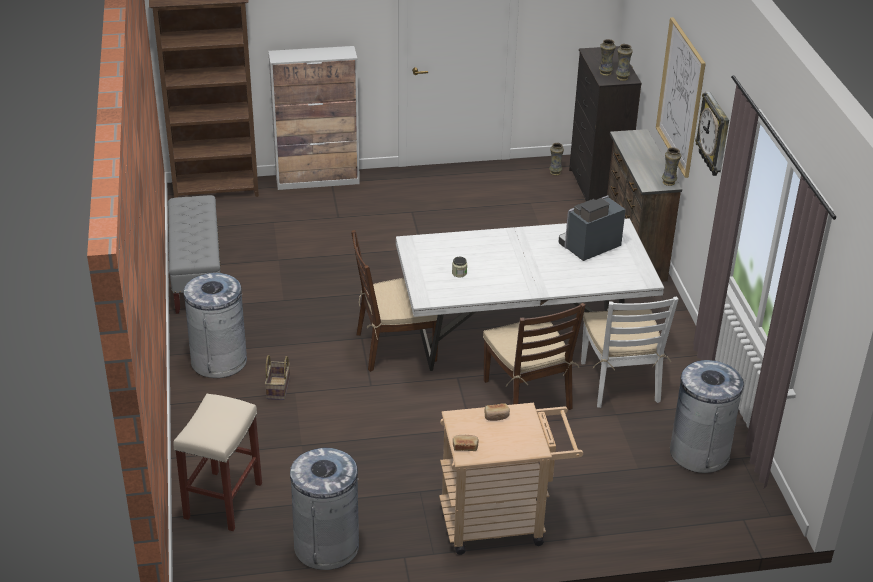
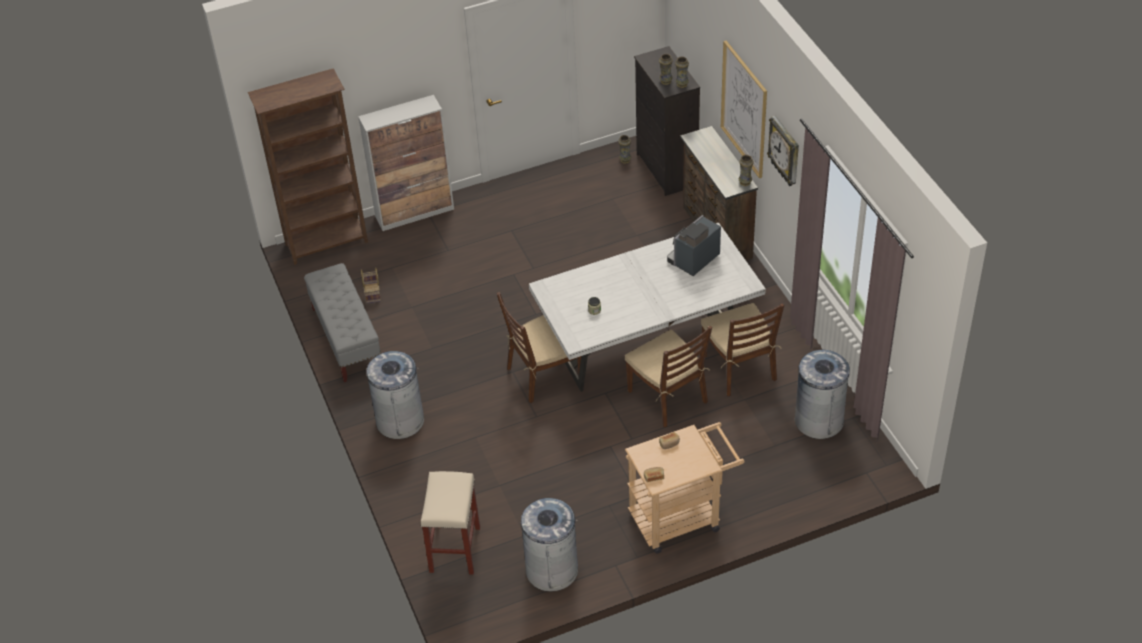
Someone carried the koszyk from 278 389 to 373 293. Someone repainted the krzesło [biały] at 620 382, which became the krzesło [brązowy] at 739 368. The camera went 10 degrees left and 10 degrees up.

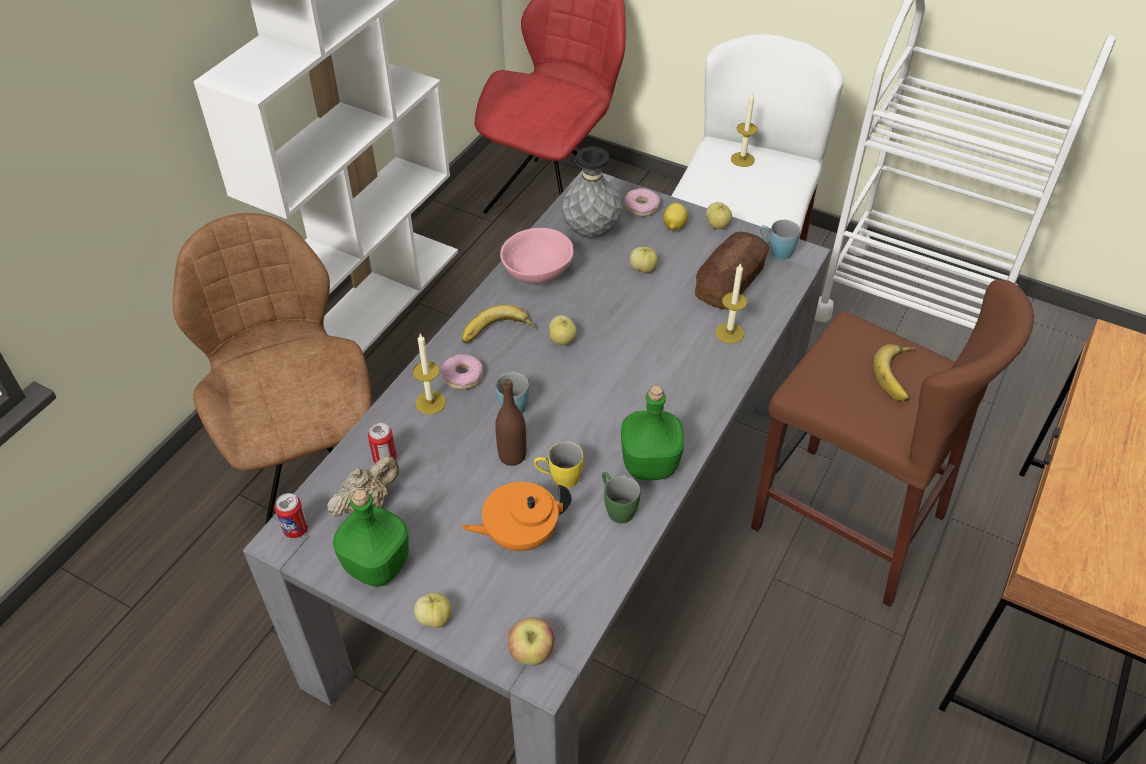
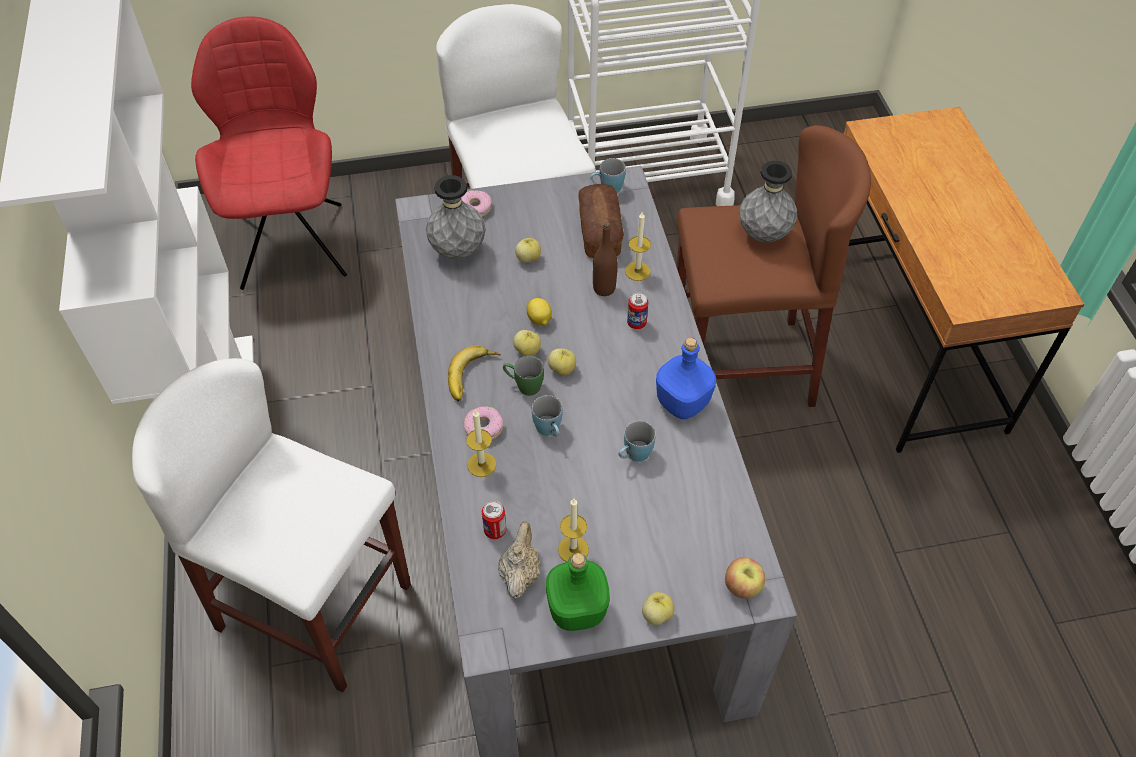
Someone swapped the krzesło [brązowy] at 309 473 for the stołek [biały] at 315 606. Someone carried the kubek [zielony] from 616 507 to 523 385. Someone carried the cytryna from 674 226 to 539 320. Someone carried the jabłko from 717 225 to 562 369. Someone carried the świeca from 742 159 to 573 549. Someone carried the butelka [brązowy] from 512 456 to 604 288. Someone repainted the kubek [żółty] at 559 478, which became the kubek [niebieski] at 634 456. Someone carried the puszka from 296 529 to 636 323. Someone repainted the butelka [zielony] at 651 464, which became the butelka [niebieski] at 683 402. Someone swapped the banan at 900 376 for the wazon [szary] at 764 234. Someone took away the imbryk [pomarańczowy] at 520 534. Someone took away the miska [różowy] at 539 272. The camera went 40 degrees left and 5 degrees up.

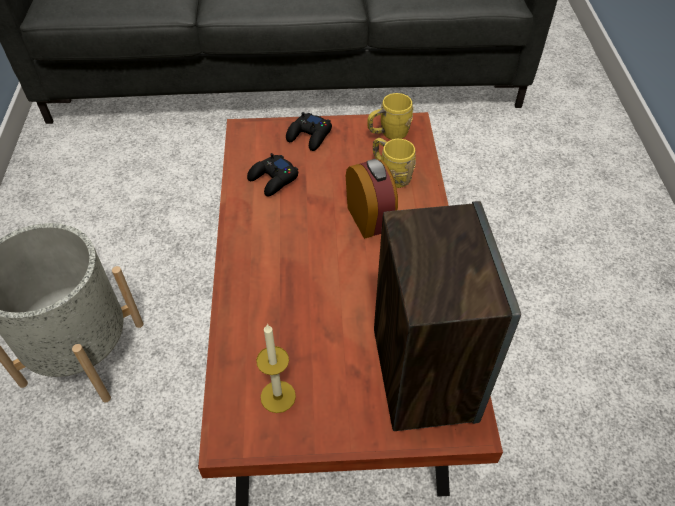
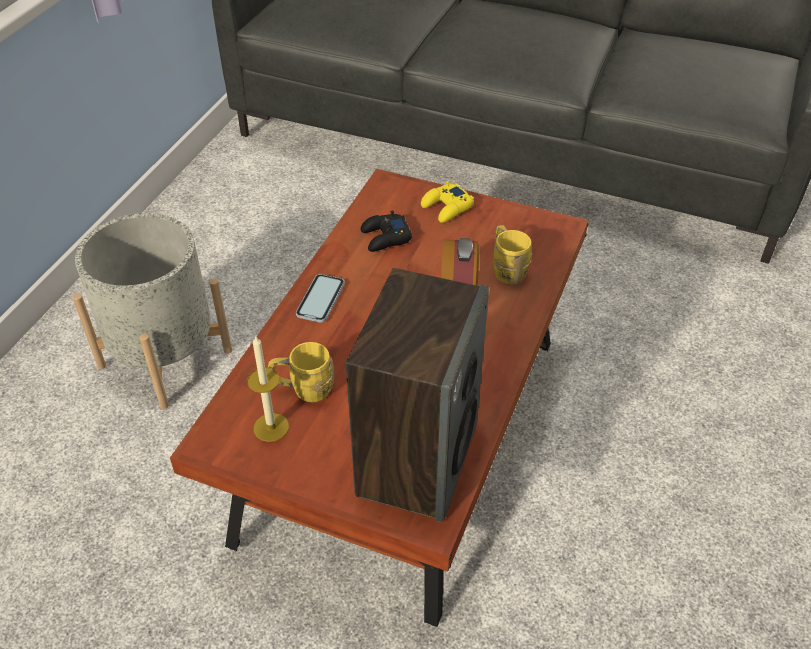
Someone carried the kubek [żółty] from 388 133 to 303 389. Someone put down the telefon at 320 299. Someone repainted the pad do gier [czarny] at 309 136, which became the pad do gier [żółty] at 447 208. The camera went 25 degrees right and 5 degrees down.

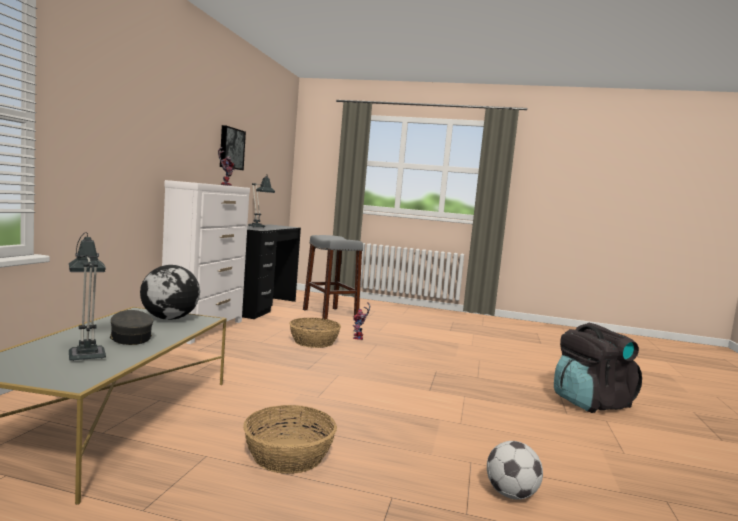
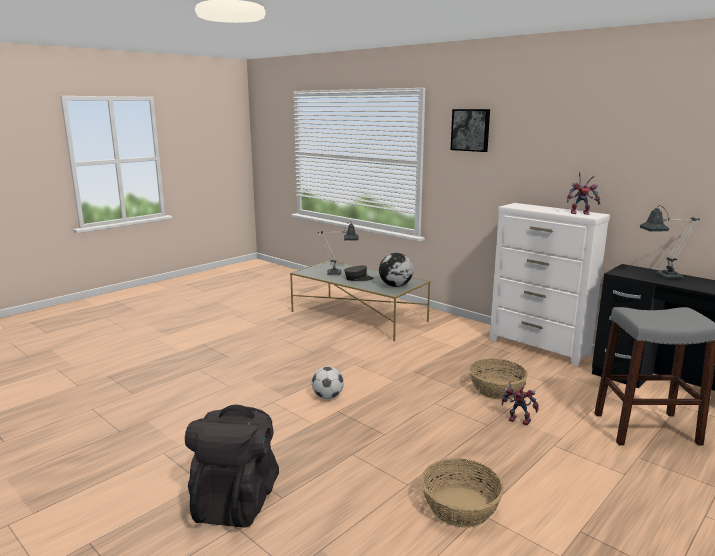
Someone carried the piłka futbolowa from 511 494 to 328 397. Someone carried the koszyk from 287 455 to 460 506. Someone carried the obraz from 230 148 to 471 130. The camera went 120 degrees right and 10 degrees up.

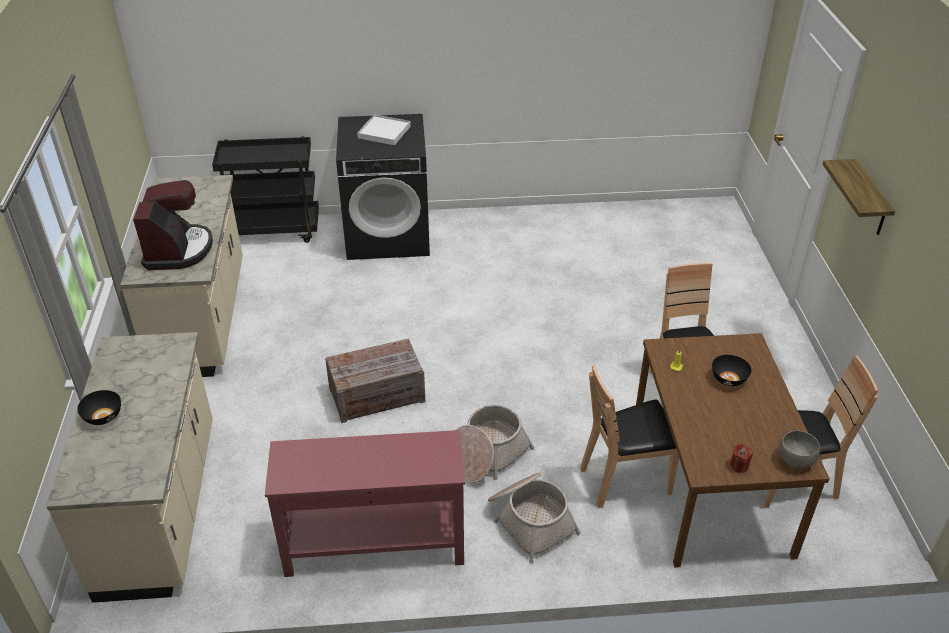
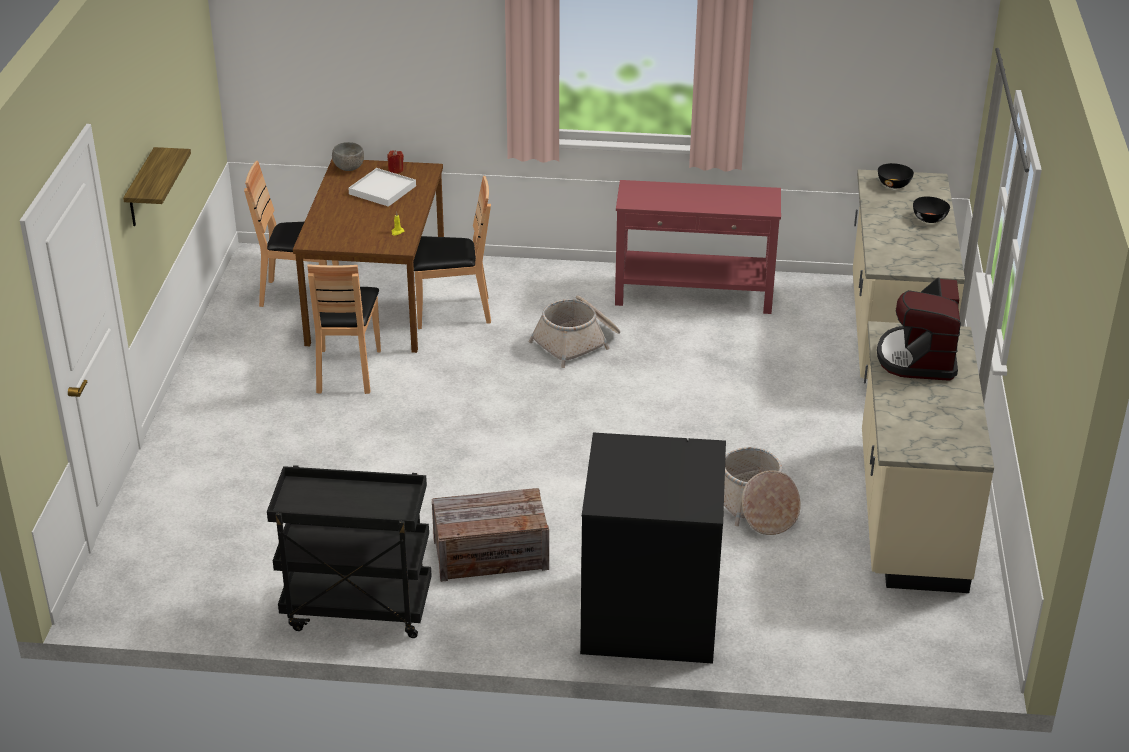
Someone carried the wózek [czarny] from 276 231 to 356 610. Someone carried the taca [biały] from 384 132 to 382 190. Someone carried the skrzynka from 377 395 to 490 554. Someone carried the koszyk from 530 520 to 754 506. Someone carried the miska [czarny] from 728 379 to 894 184. The camera went 170 degrees left and 5 degrees down.

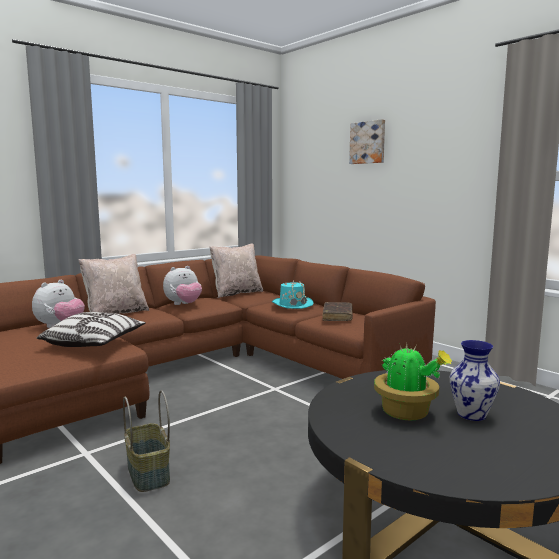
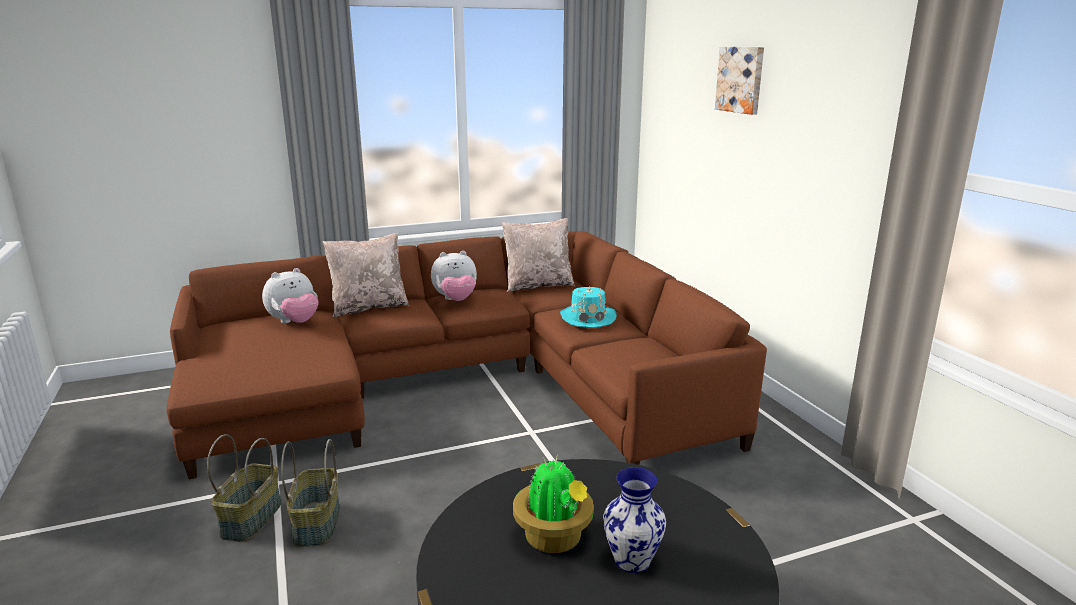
Someone put down the koszyk at 250 518. Someone took away the poduszka at 94 344. Someone took away the książka [brązowy] at 337 316. The camera went 20 degrees right and 10 degrees up.

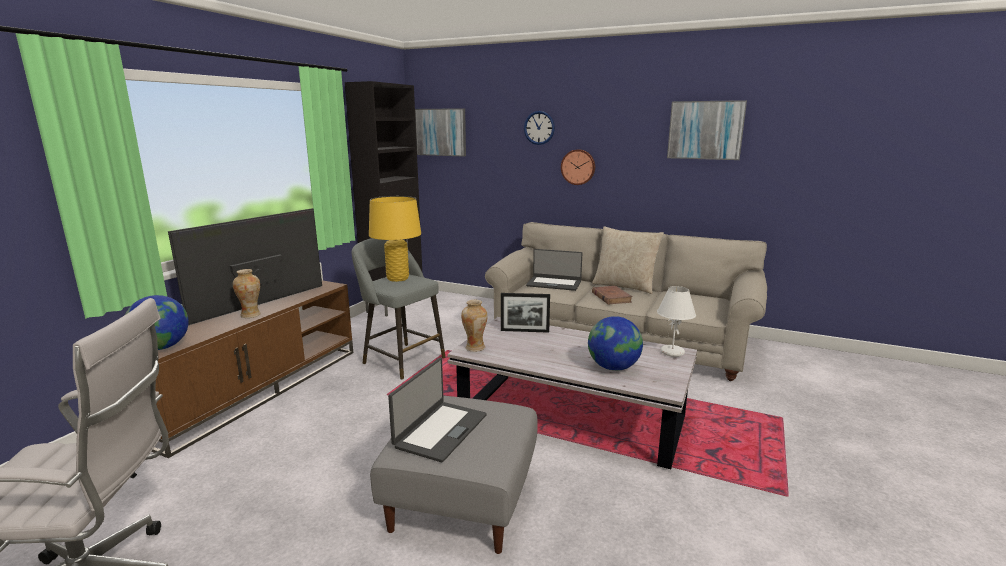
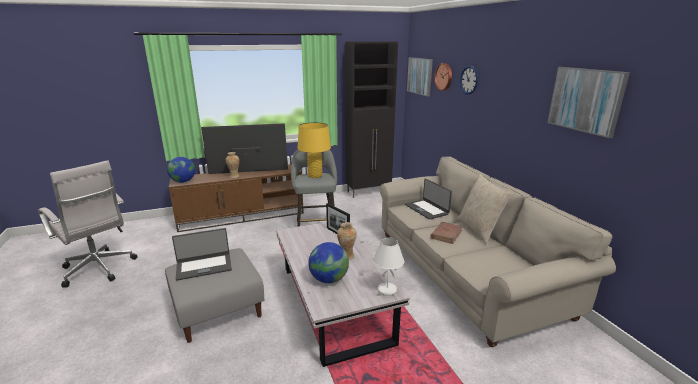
Someone carried the wazon from 475 348 to 346 256. Someone carried the zegar ścienny from 578 167 to 444 76. The camera went 45 degrees right and 5 degrees up.

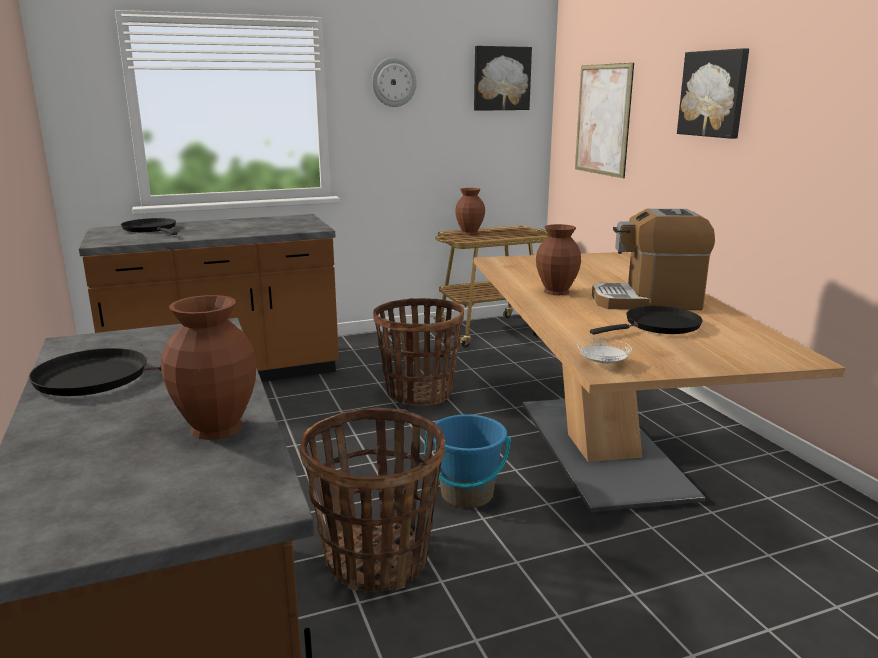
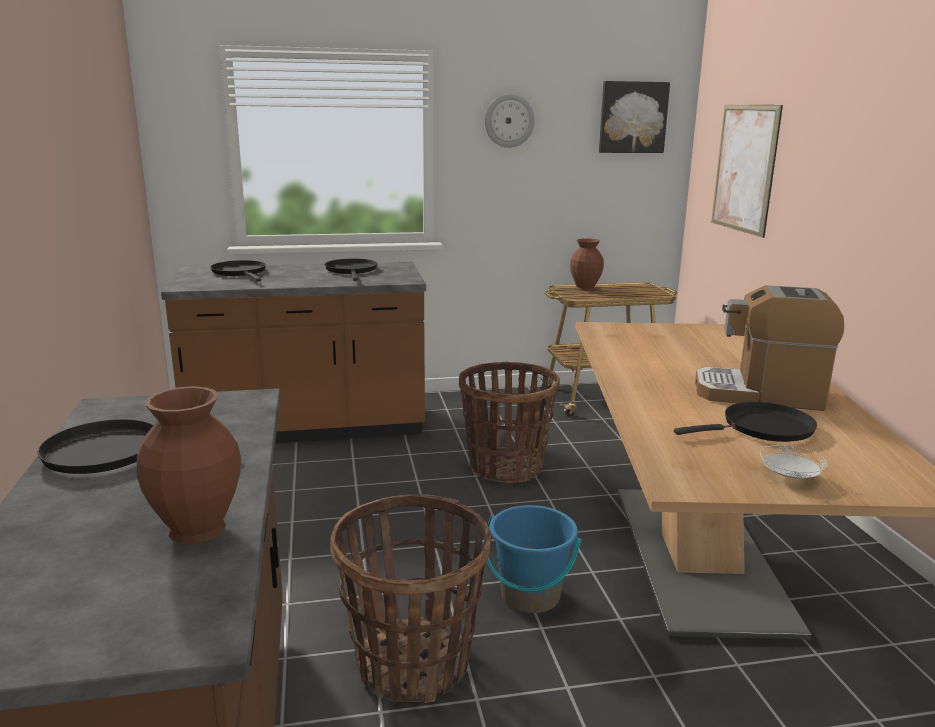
Someone put down the patelnia [czarny] at 352 270. Someone carried the talerz [biały] from 602 363 to 789 477. Someone took away the wazon [brązowy] at 556 291. Someone took away the obraz at 714 94. The camera went 10 degrees right and 0 degrees up.

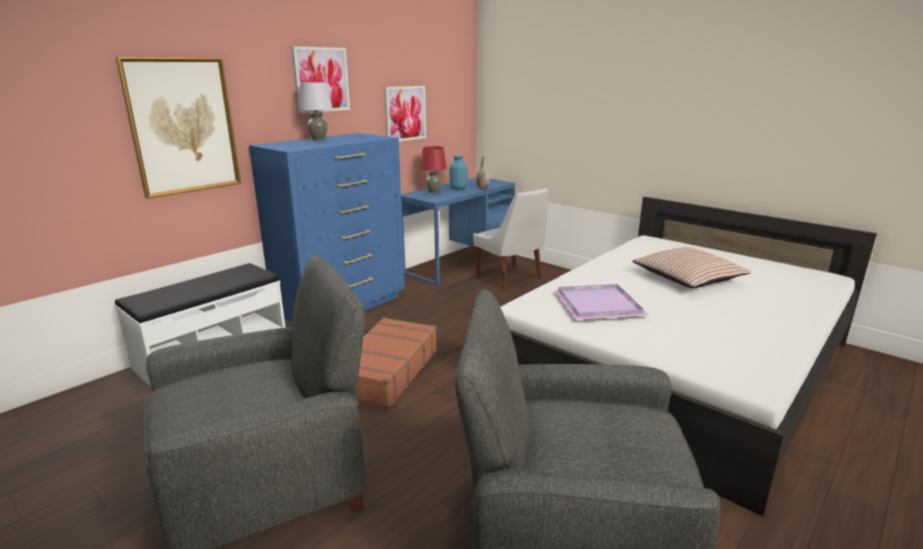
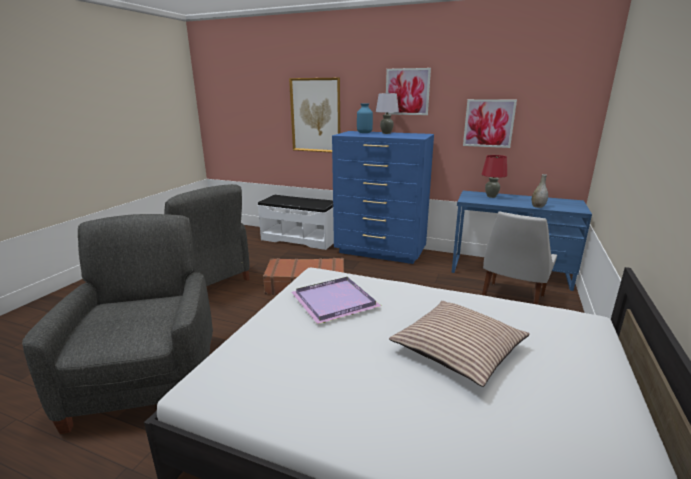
Someone carried the wazon [niebieski] from 458 188 to 364 132. The camera went 70 degrees right and 0 degrees up.

